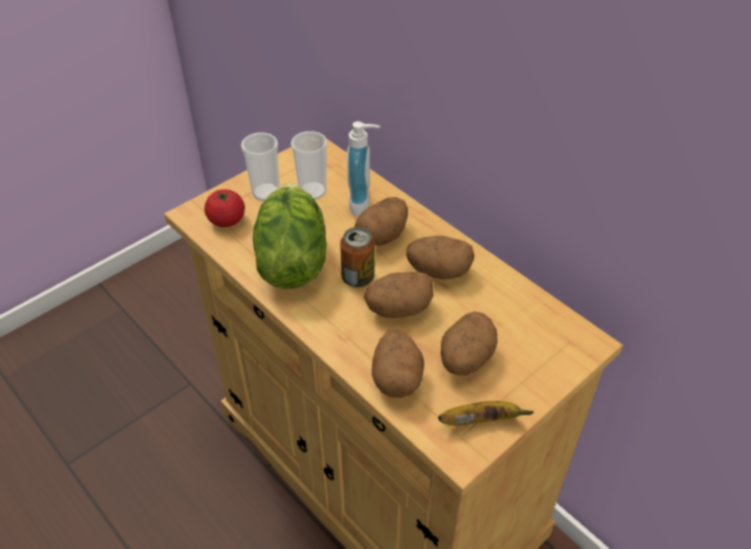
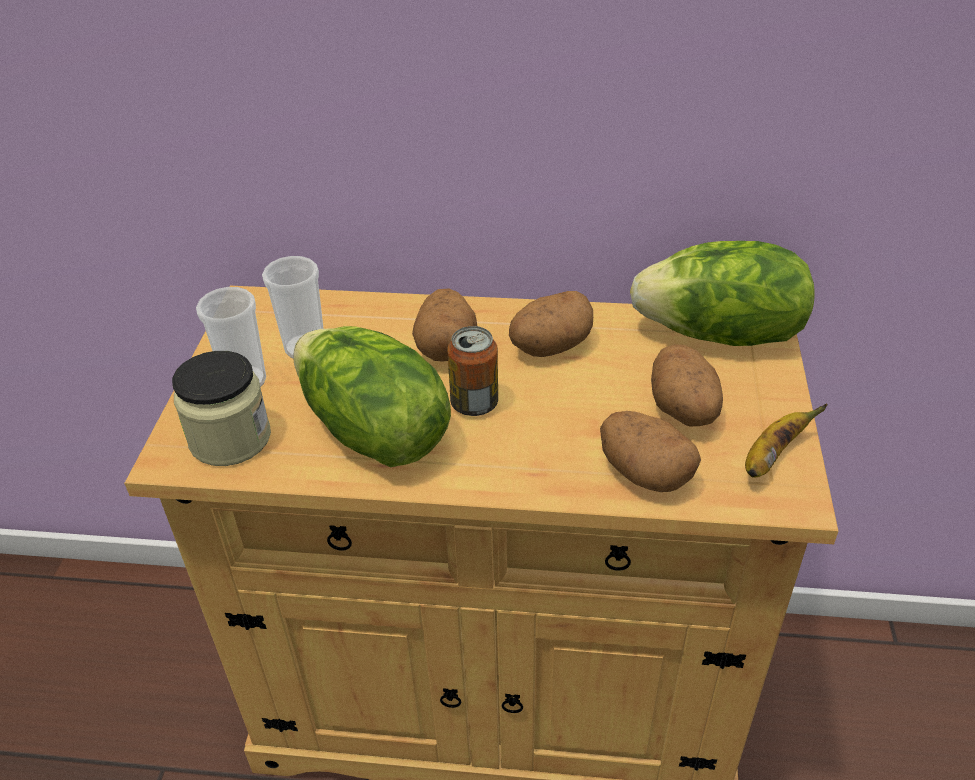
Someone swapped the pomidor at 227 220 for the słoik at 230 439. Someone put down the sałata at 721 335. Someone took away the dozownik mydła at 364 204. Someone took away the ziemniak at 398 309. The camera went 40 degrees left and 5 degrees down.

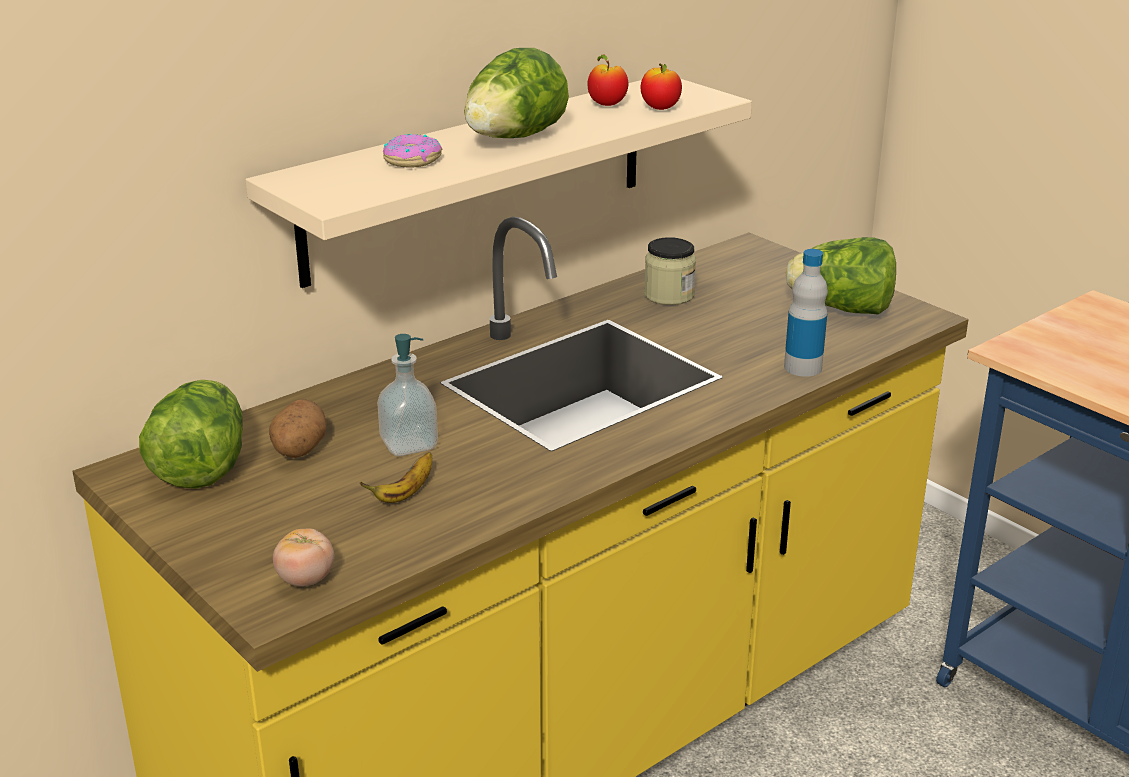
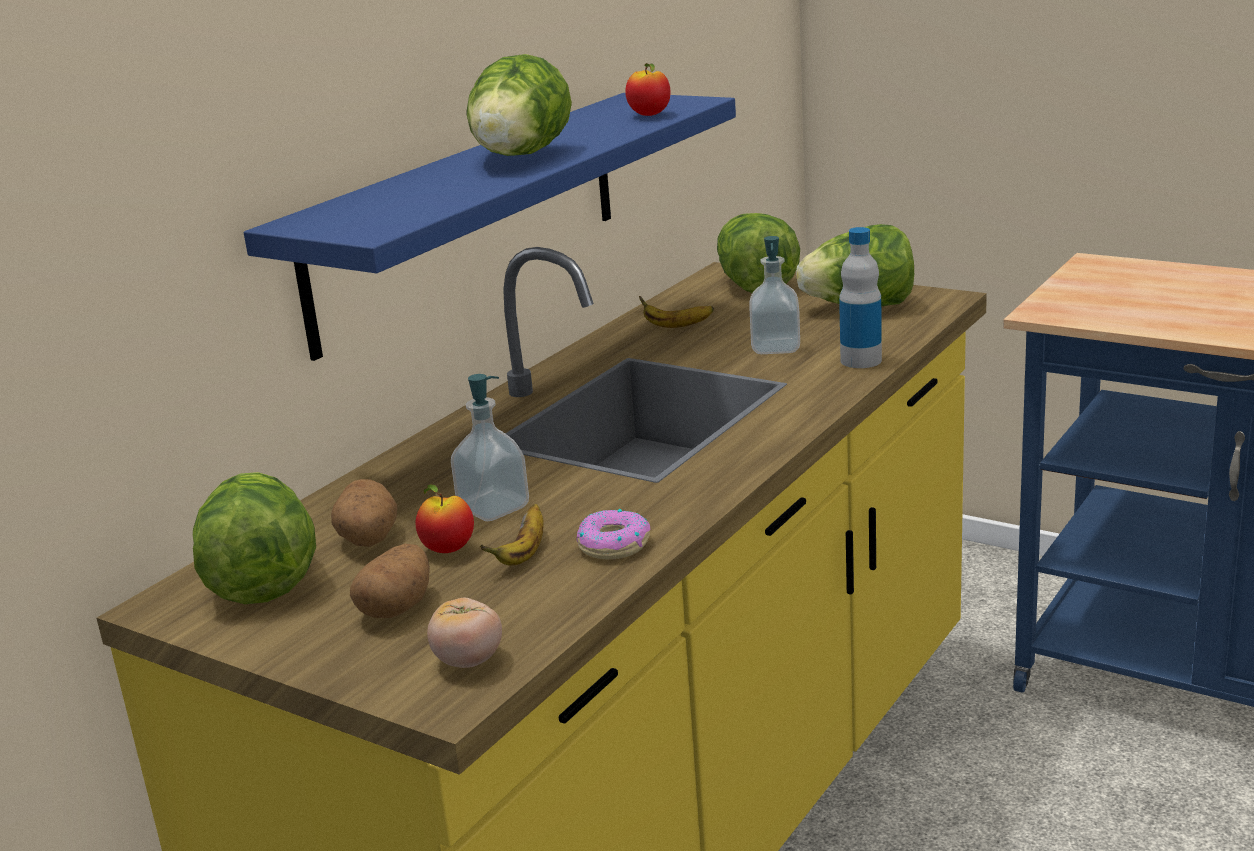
Someone repainted the półka [beżowy] at 478 177, which became the półka [niebieski] at 469 217. Someone put down the ziemniak at 397 607. Someone carried the jabłko from 607 105 to 448 549. Someone carried the donut from 412 160 to 613 545. Someone swapped the słoik at 669 295 for the banan at 675 326. Someone put down the sałata at 754 285. Someone put down the dozownik mydła at 775 348. The camera went 15 degrees left and 5 degrees down.

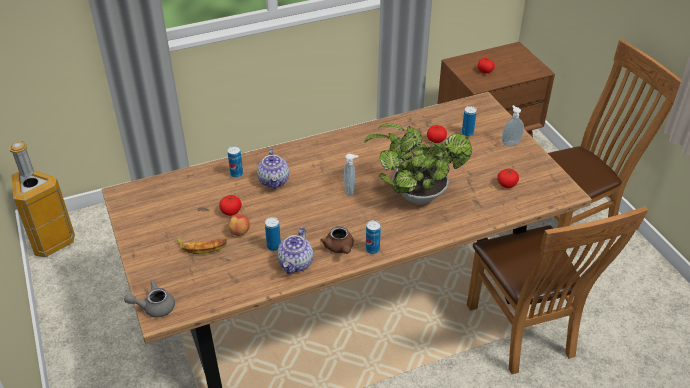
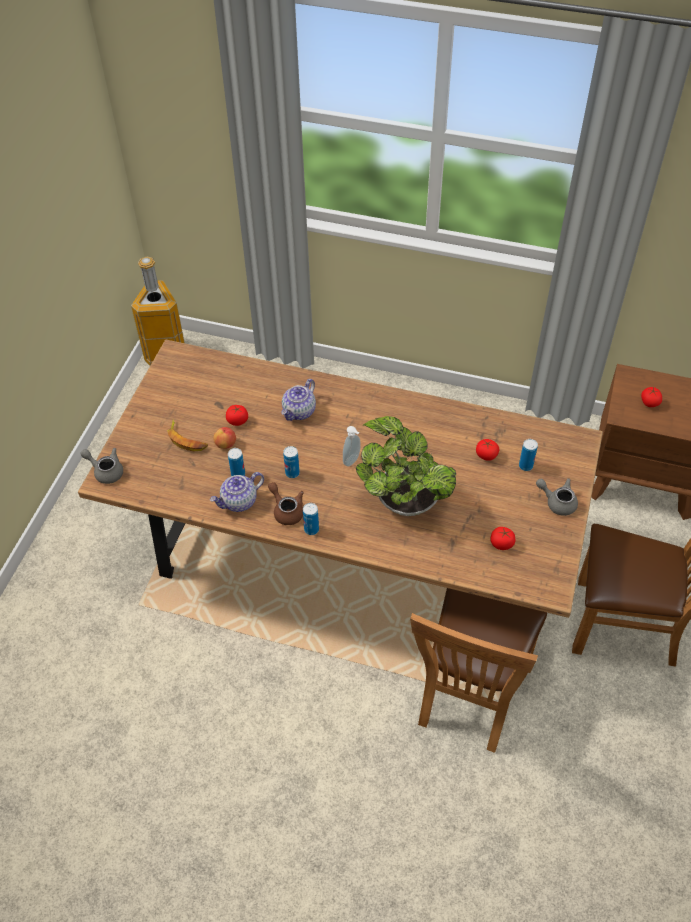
Someone rotated the imbryk [brązowy] at 339 248 by 120 degrees clockwise. Someone carried the puszka from 236 174 to 292 473. Someone swapped the dozownik mydła at 510 143 for the imbryk [szary] at 557 502. The camera went 40 degrees right and 10 degrees up.

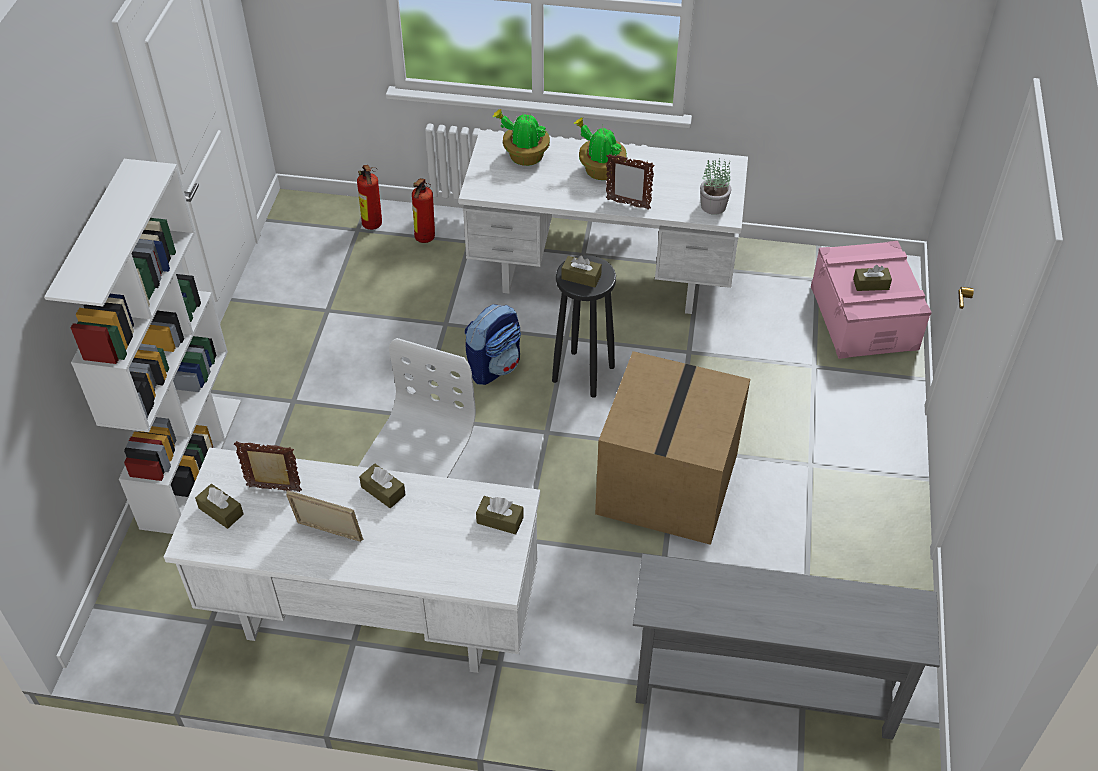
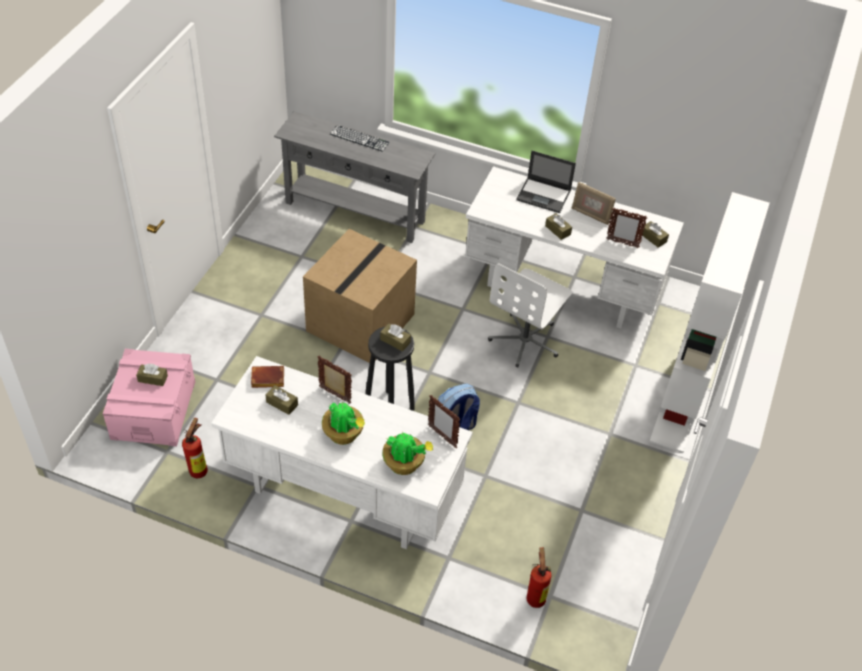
Someone carried the gaśnica from 423 239 to 200 469. Someone swapped the roślina doniczkowa at 713 205 for the książka [brązowy] at 267 380. Someone carried the pudełko chusteczek [brązowy] from 500 520 to 282 403. Someone put down the klawiatura at 359 138. Someone put down the ramka na zdjęcie at 442 436. Someone put down the laptop at 544 195. The camera went 170 degrees left and 0 degrees up.

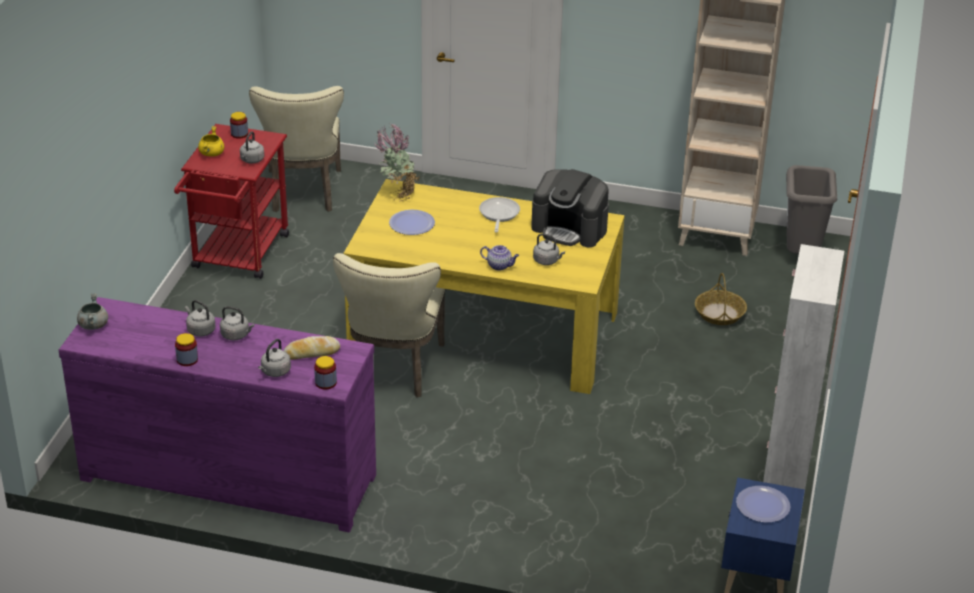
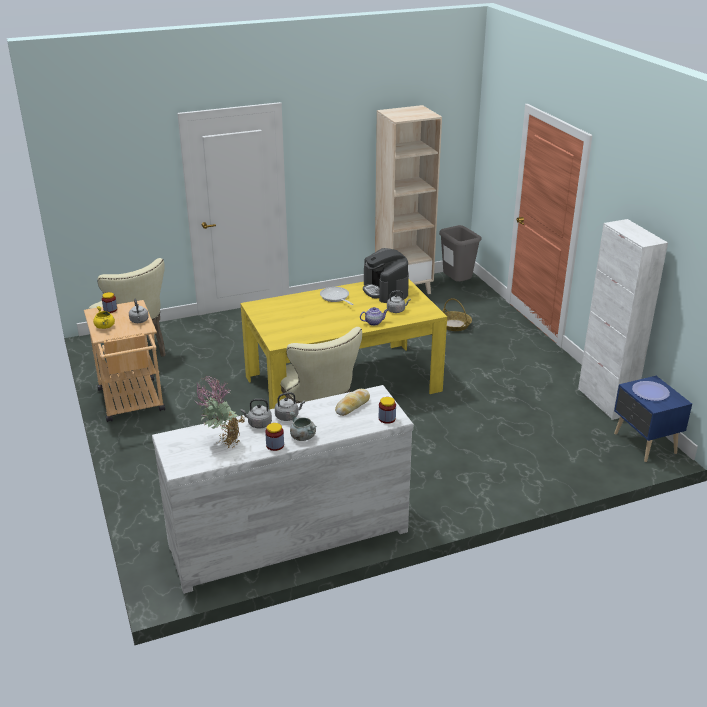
Someone repainted the wózek [czerwony] at 237 256, which became the wózek [beżowy] at 132 404. Someone repainted the komoda [fioletowy] at 228 475, which became the komoda [biały] at 288 537. Someone carried the roślina doniczkowa from 398 194 to 222 442. Someone carried the garnek [szary] from 93 325 to 302 437. Someone rotated the ekspres do kawy at 570 229 by 75 degrees clockwise. Someone took away the czajnik [szary] at 275 372. Someone took away the talerz at 411 223. The camera went 35 degrees left and 5 degrees down.

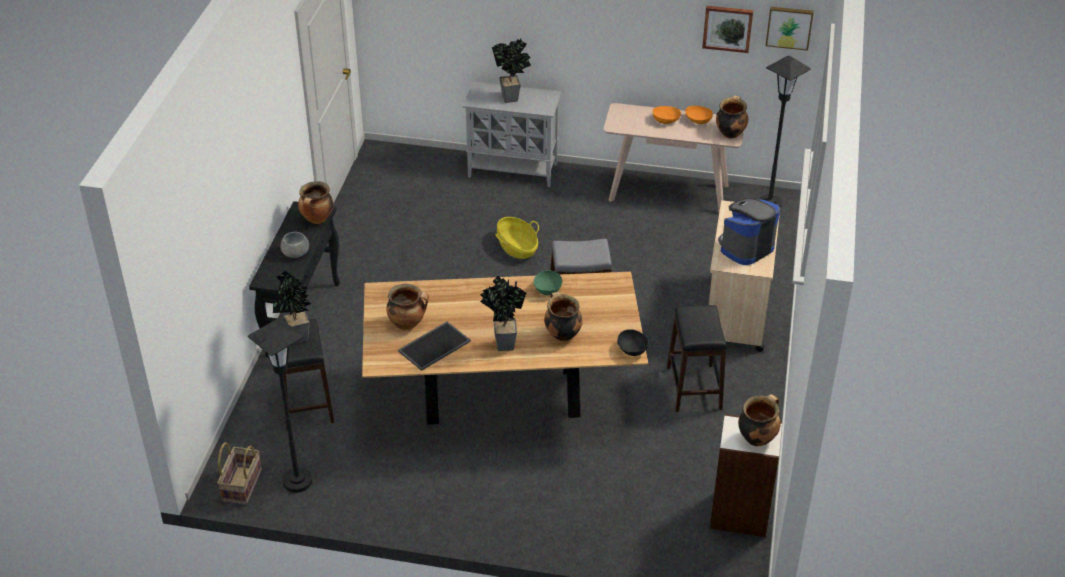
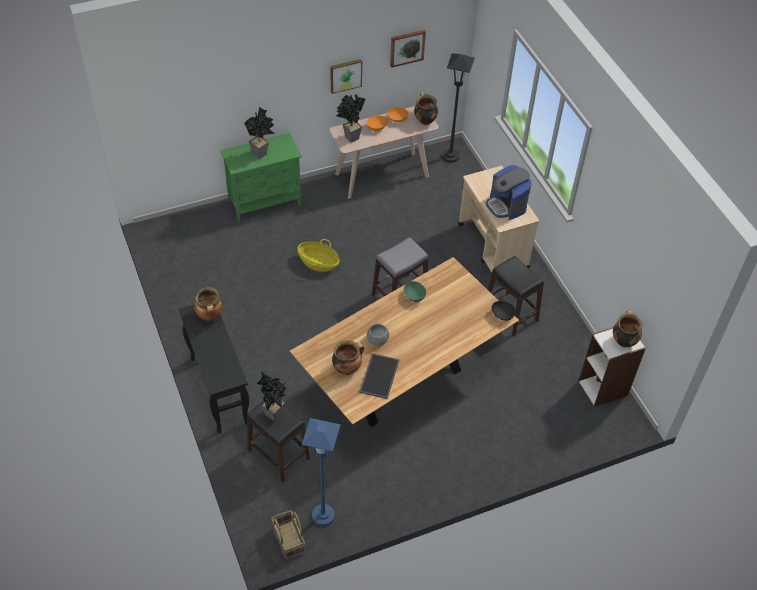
Someone repainted the szafka [szary] at 513 170, which became the szafka [zielony] at 265 202. Someone repainted the lampa stojąca [czarny] at 297 481, which became the lampa stojąca [niebieski] at 323 515. Someone carried the obraz from 789 27 to 345 75. Someone carried the roślina doniczkowa from 501 344 to 349 138. Someone carried the miska [szary] from 295 252 to 377 339. Someone rotated the ekspres do kawy at 746 247 by 45 degrees counterclockwise. Someone took away the garnek at 562 334. The camera went 35 degrees left and 10 degrees up.

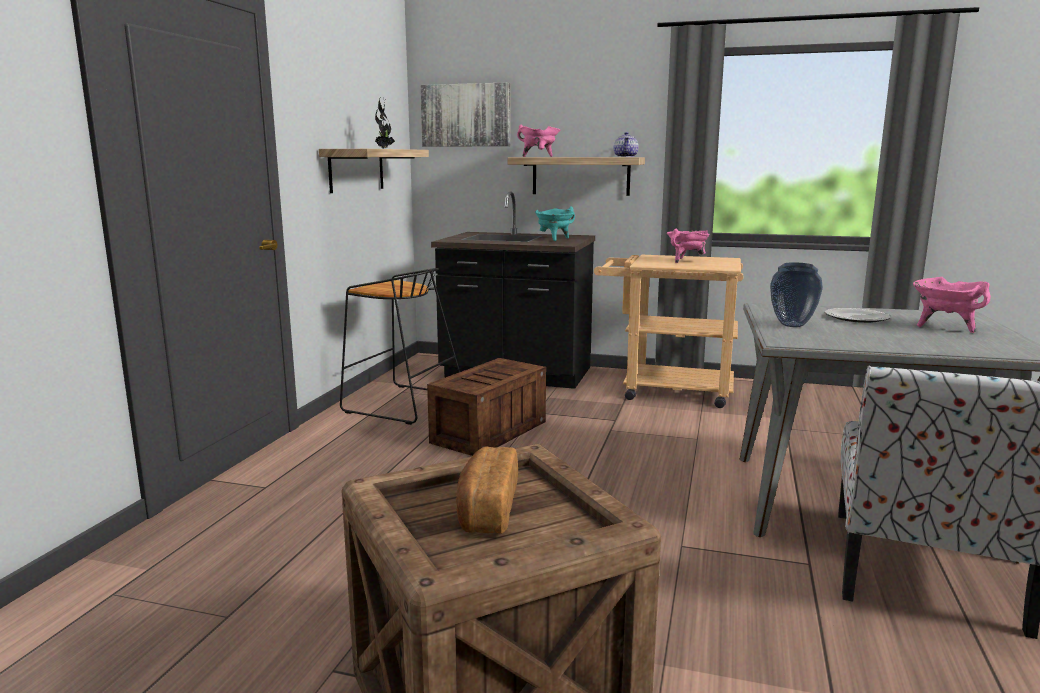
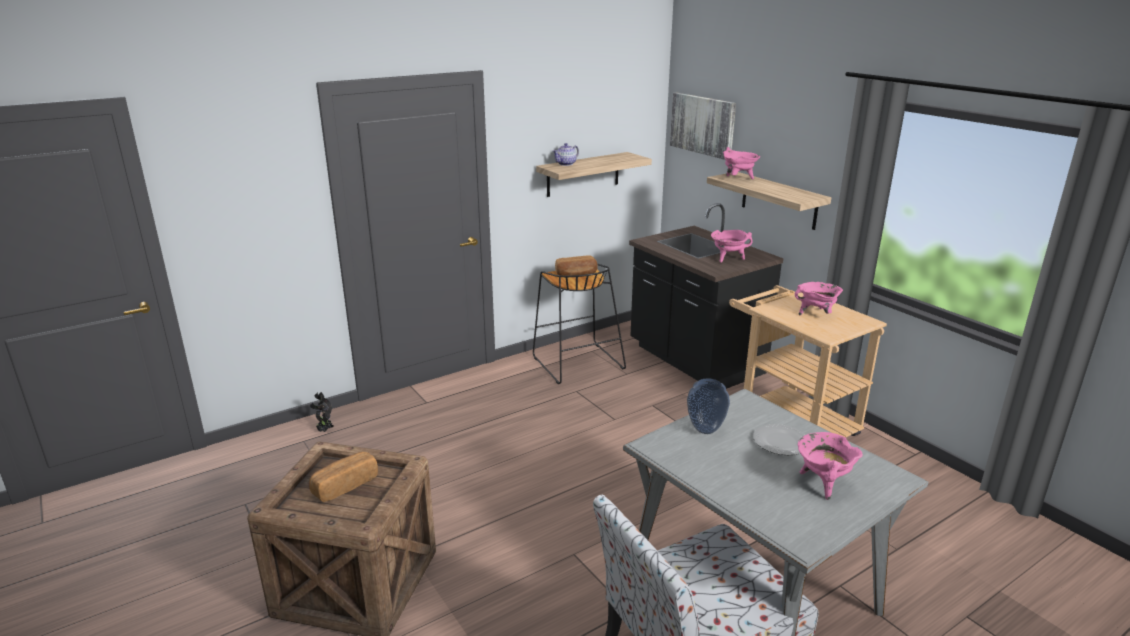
Someone carried the roślina doniczkowa from 384 148 to 324 430. Someone carried the imbryk from 626 157 to 566 164. Someone put down the chleb at 576 274. Someone repainted the garnek [turkusowy] at 554 239, which became the garnek [różowy] at 728 259. Someone took away the skrzynka at 490 431. The camera went 40 degrees right and 10 degrees up.

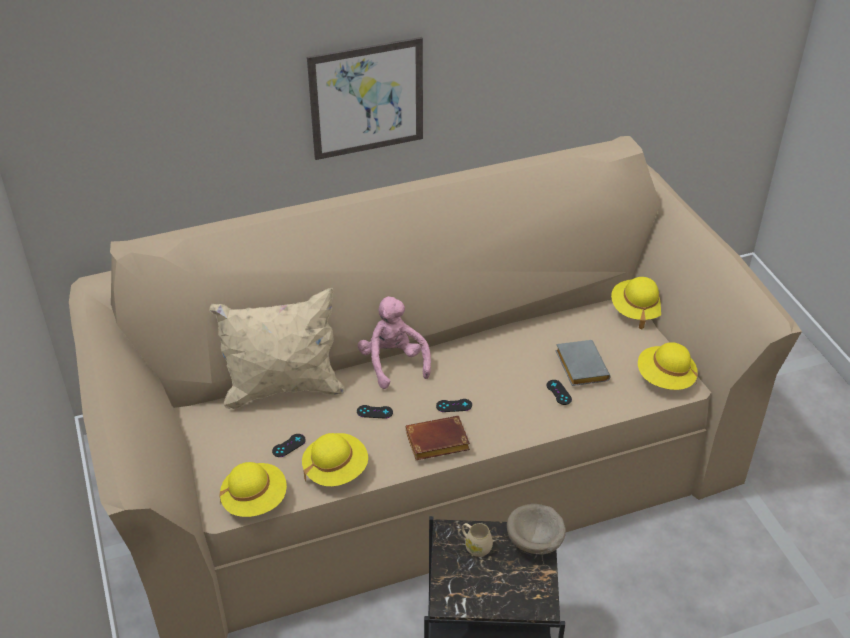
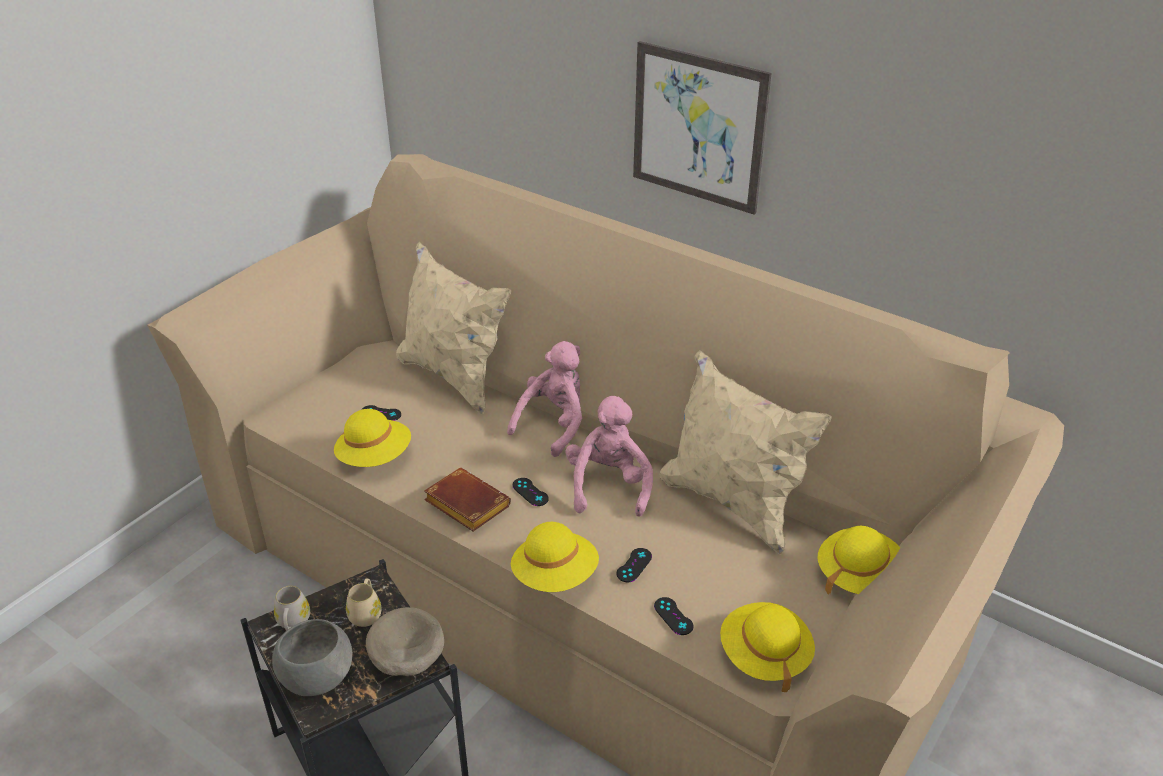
Someone put down the miska [szary] at 316 678. Someone put down the kubek [biały] at 293 623. Someone carried the kapelusz [żółty] from 255 500 to 555 575. Someone put down the pluszak [różowy] at 608 485. Someone carried the pad do gier [czarny] from 374 412 to 673 616. Someone put down the poduszka [beżowy] at 733 503. Someone took away the książka [szary] at 579 366. The camera went 55 degrees right and 5 degrees down.

